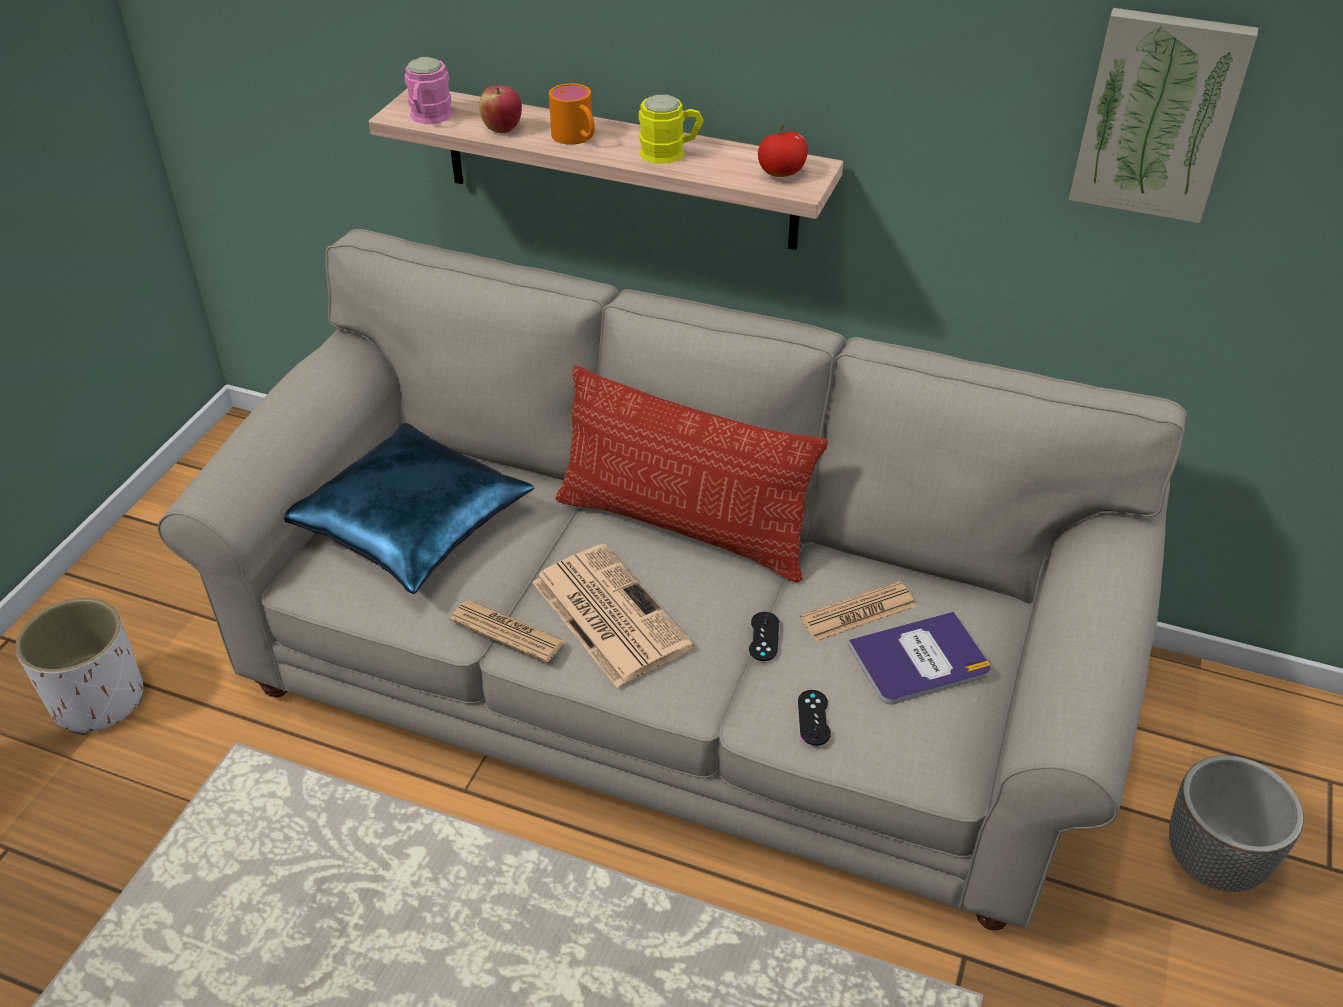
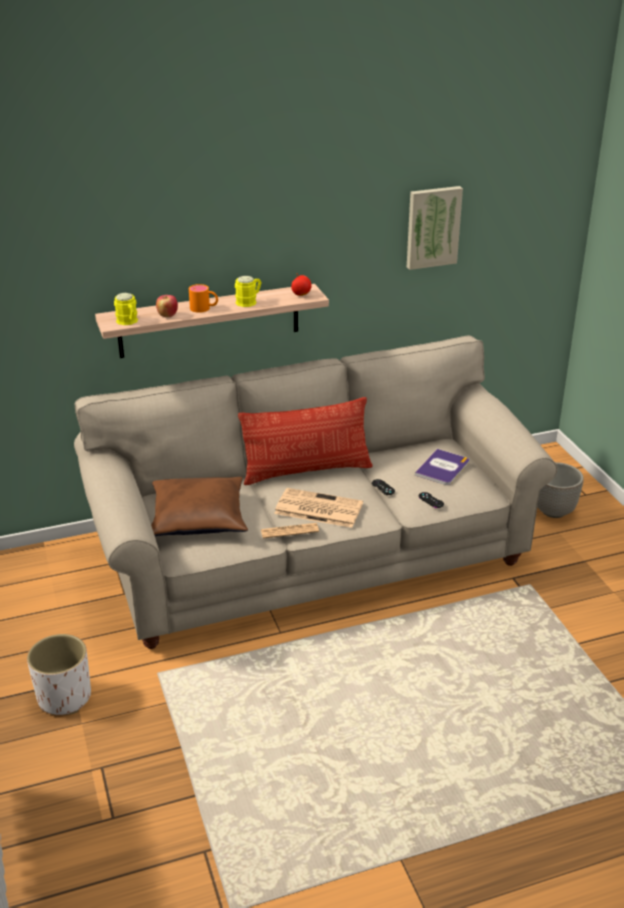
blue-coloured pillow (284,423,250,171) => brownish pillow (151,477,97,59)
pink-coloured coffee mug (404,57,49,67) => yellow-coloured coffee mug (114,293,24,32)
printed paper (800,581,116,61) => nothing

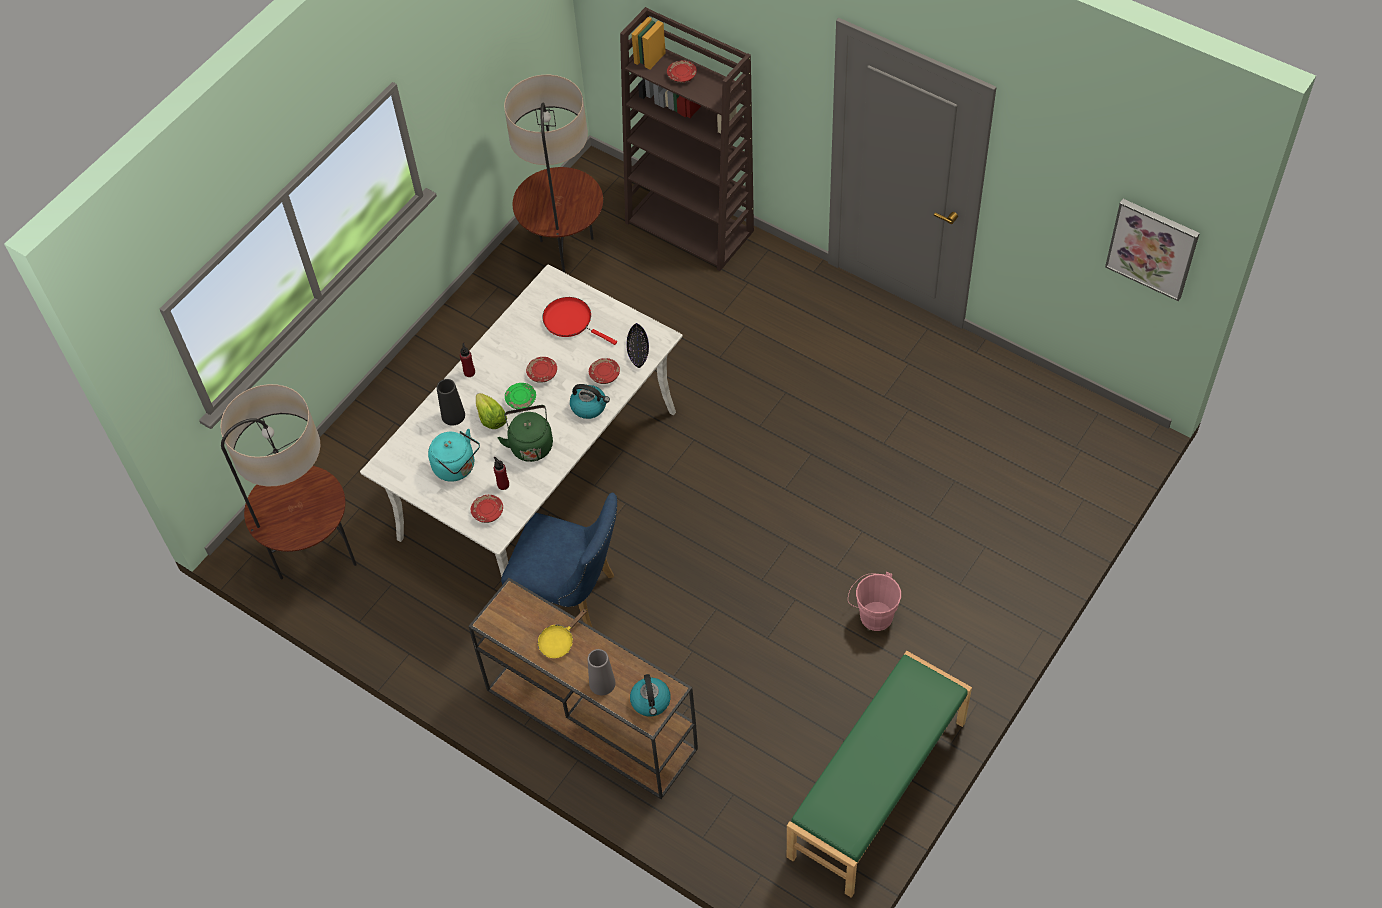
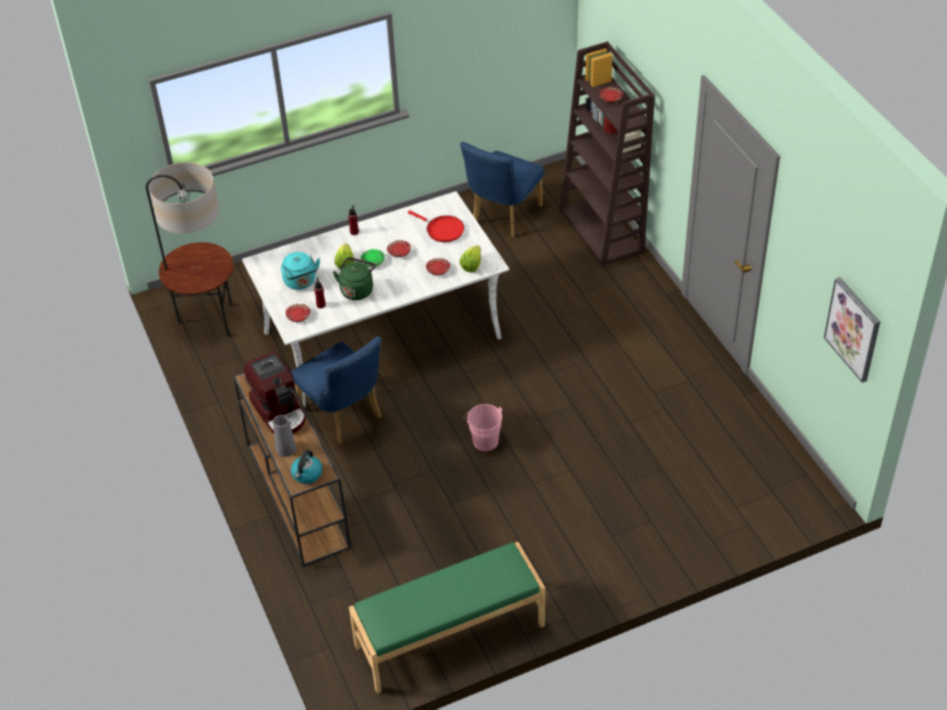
blackish flower vase (437,379,28,47) => nothing
standing lamp (504,75,99,198) => blue-coloured plain chair (460,142,84,95)
yellow-coloured frying pan (538,609,49,49) => coffee maker (244,351,62,83)
reddish frying pan (542,297,75,48) => reddish frying pan (408,210,56,32), 150 degrees clockwise
water kettle (570,384,40,35) => nothing
blackish serving bowl (626,323,23,45) => head of lettuce (459,245,22,27)
pink-coloured pail (848,572,53,59) => pink-coloured pail (464,404,38,47), shifted

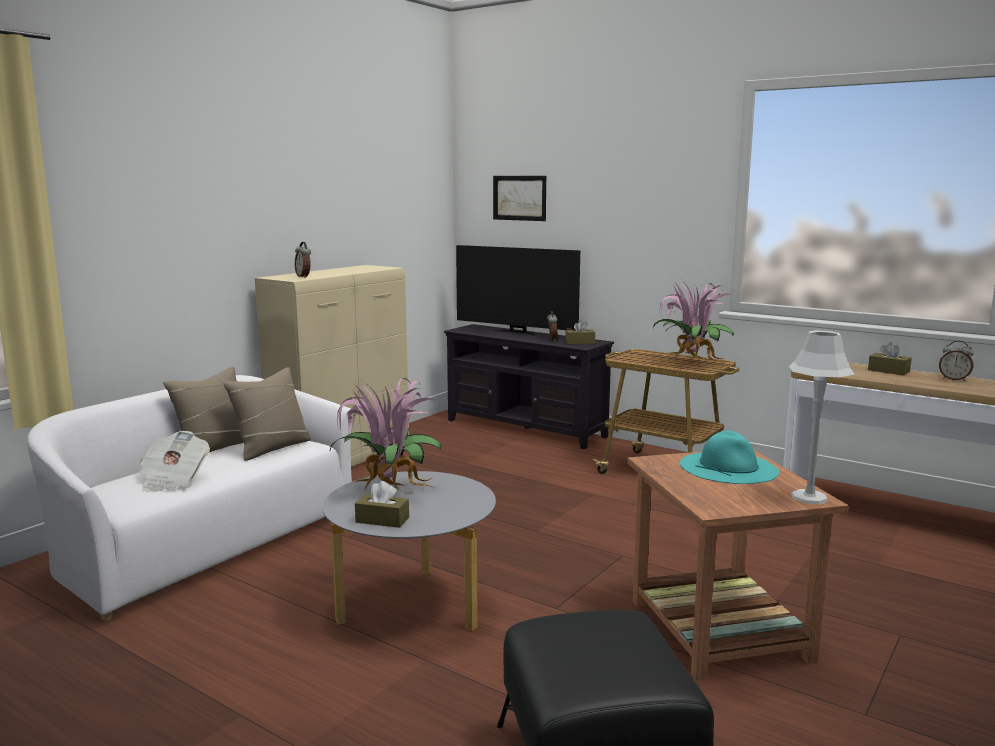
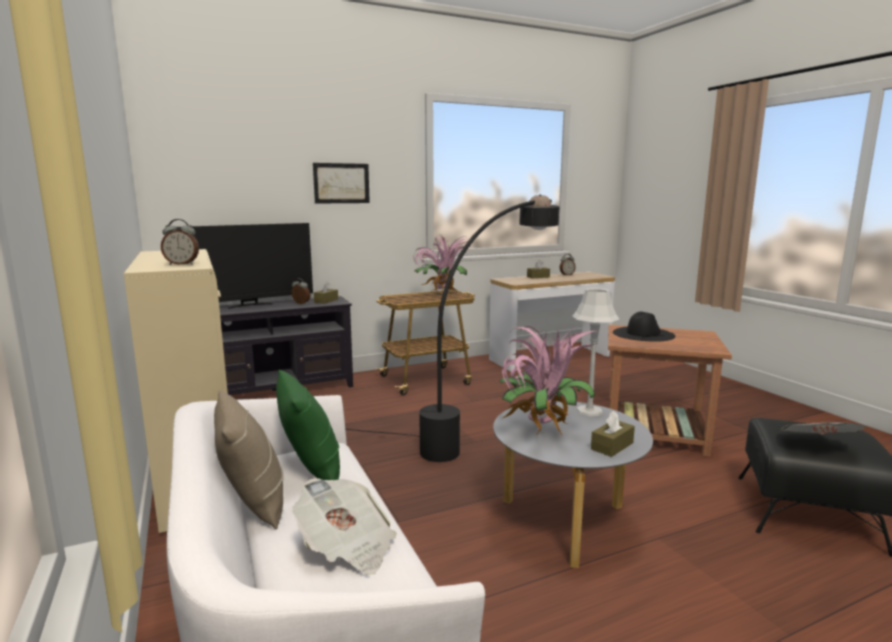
beige pillow (223,367,88,94) => green-coloured pillow (276,369,64,111)
picture (493,176,53,45) => picture (313,163,57,41), shifted
turquoise-coloured hat (680,431,99,53) => blackish hat (613,312,62,30)
greyish tabletop lamp (789,331,65,173) => greyish tabletop lamp (572,288,47,128), shifted
nothing => blackish standing lamp (243,195,316,267)
nothing => printed paper (781,423,86,12)

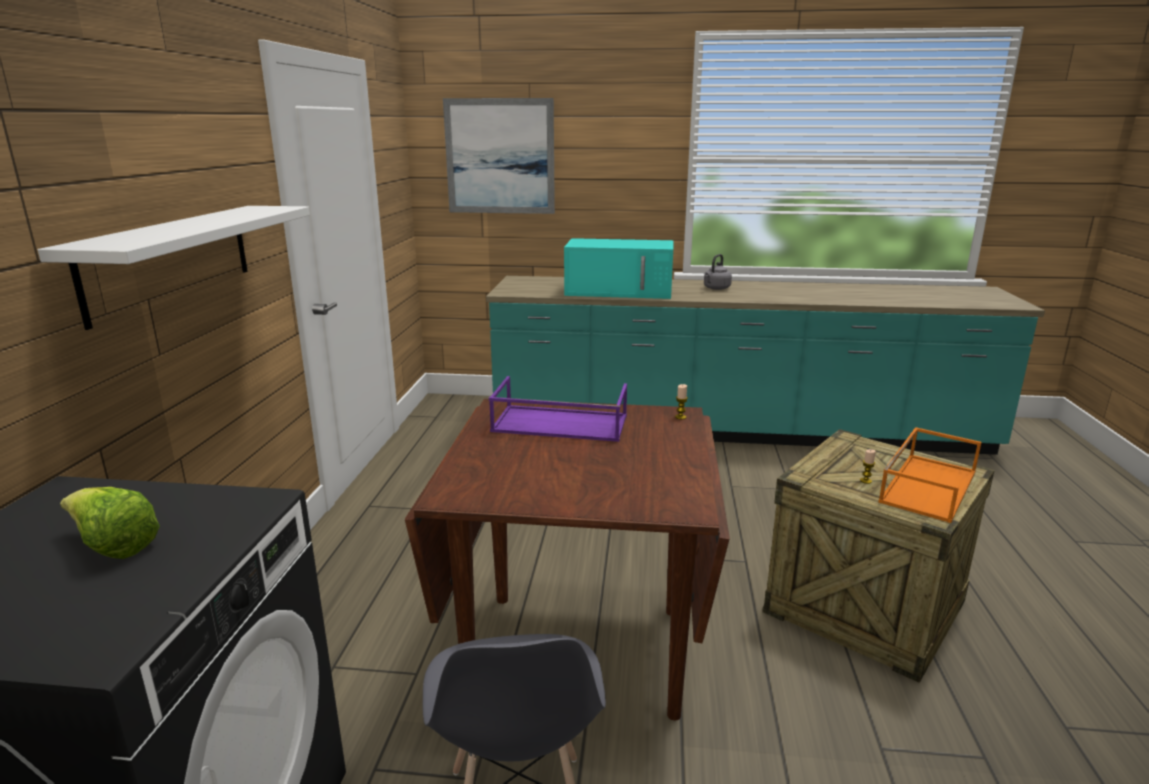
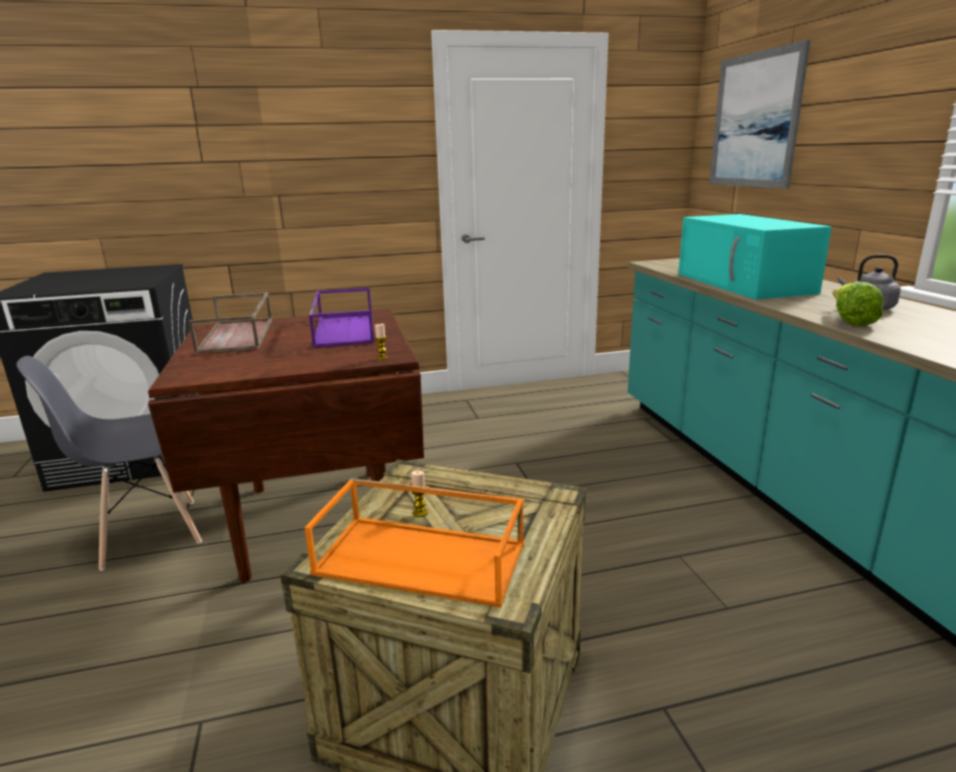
whitish bracket shelf (38,206,272,124) => nothing
head of lettuce (60,487,100,72) => head of lettuce (832,282,52,44), shifted
nothing => brownish serving tray (189,292,83,62)

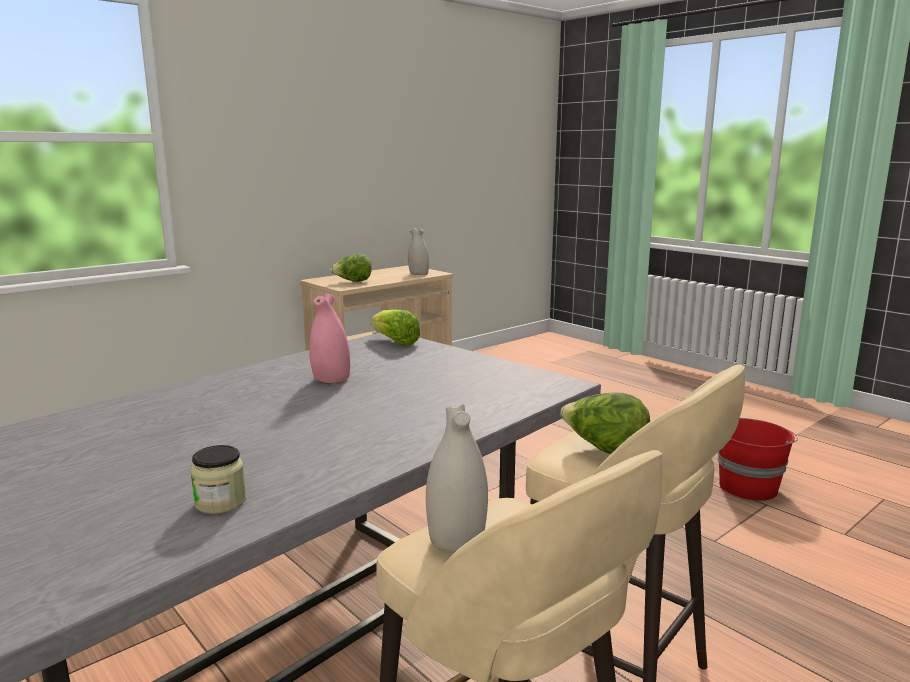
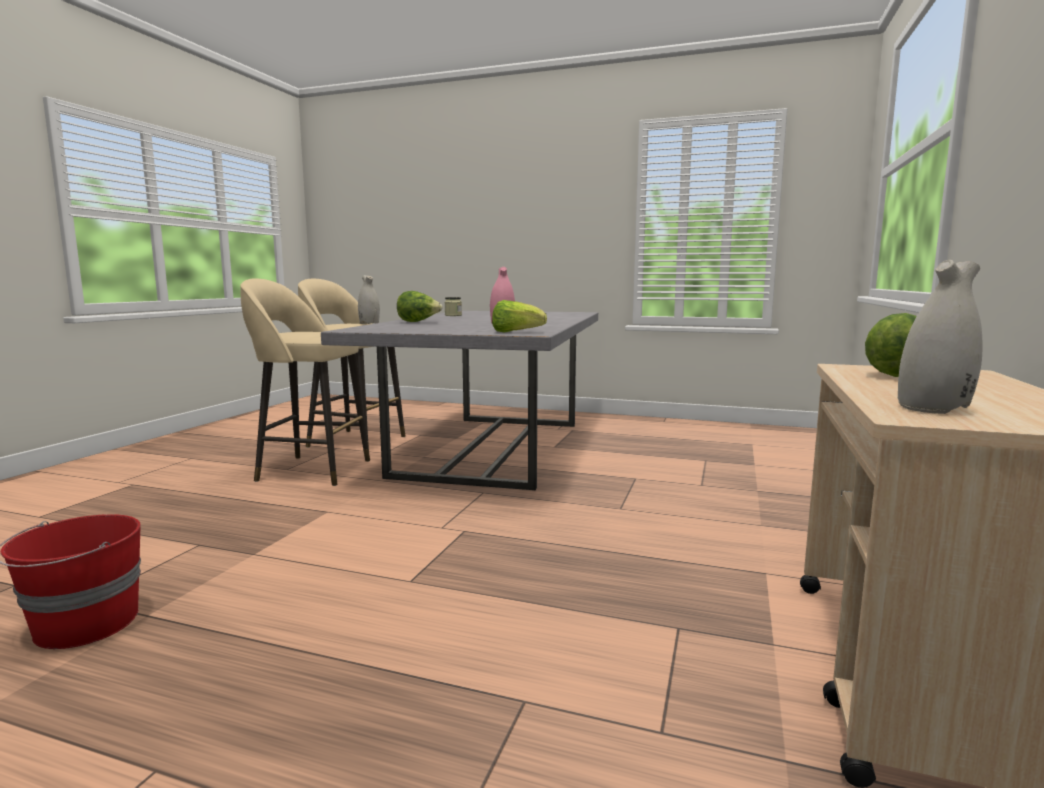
head of lettuce (561,393,89,61) => head of lettuce (397,291,46,31), shifted

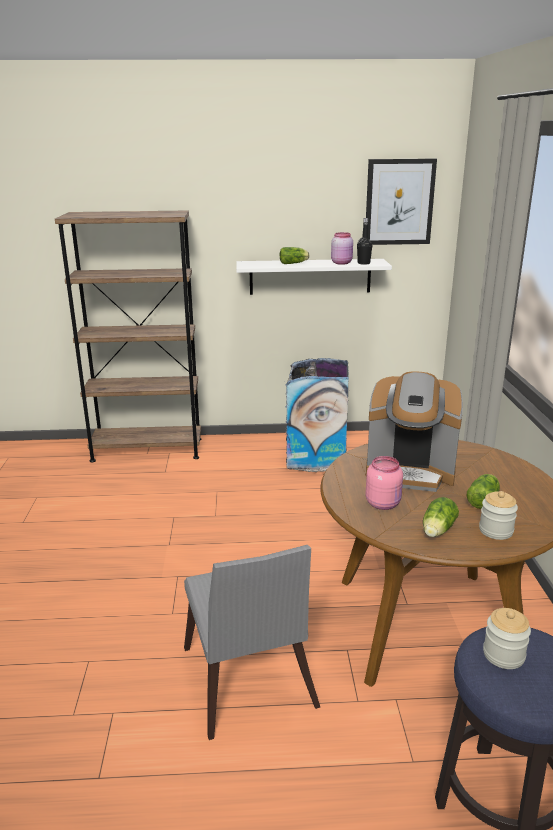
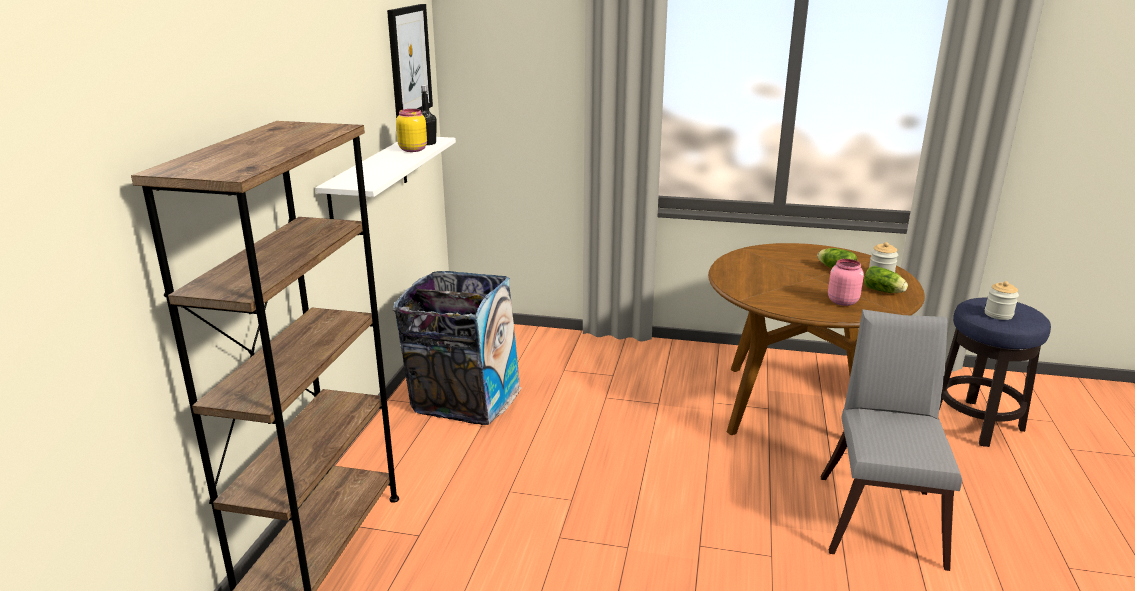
greyish plain chair (184,545,136,195) => greyish plain chair (820,309,142,262), 75 degrees counterclockwise
head of lettuce (280,247,29,17) => nothing
pink-coloured storage jar (331,232,22,33) => yellow-coloured storage jar (396,109,31,43)
coffee maker (366,371,97,121) => nothing

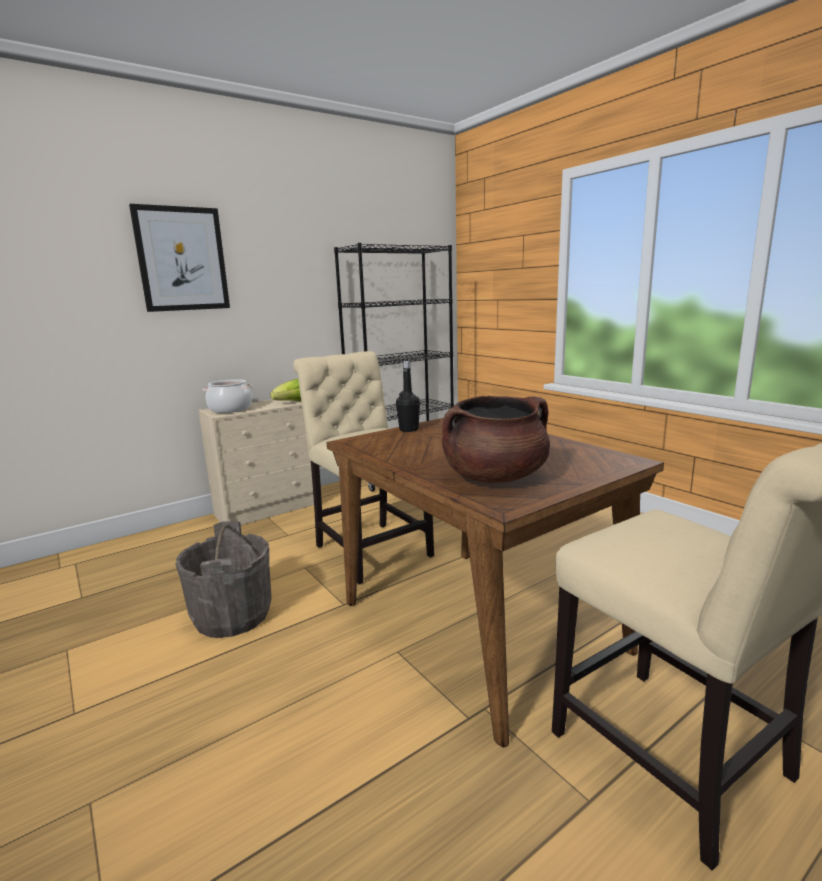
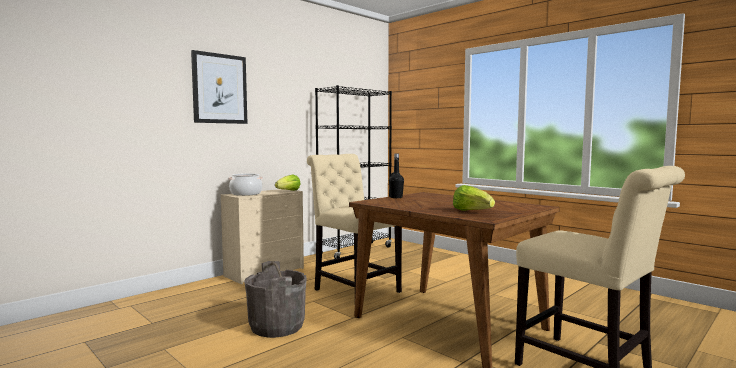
brownish stockpot (442,396,108,87) => head of lettuce (453,185,42,26)

